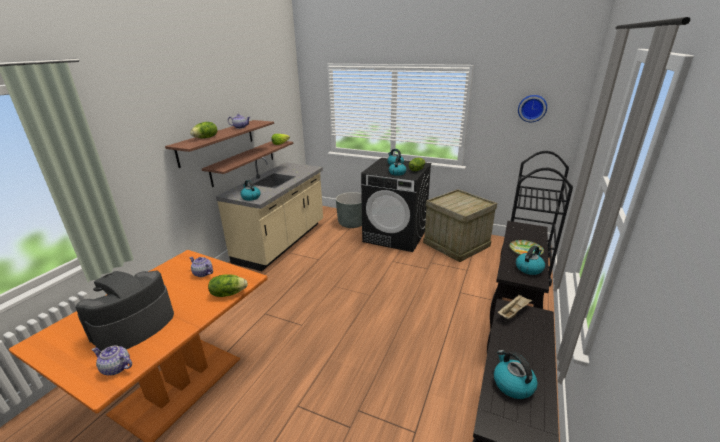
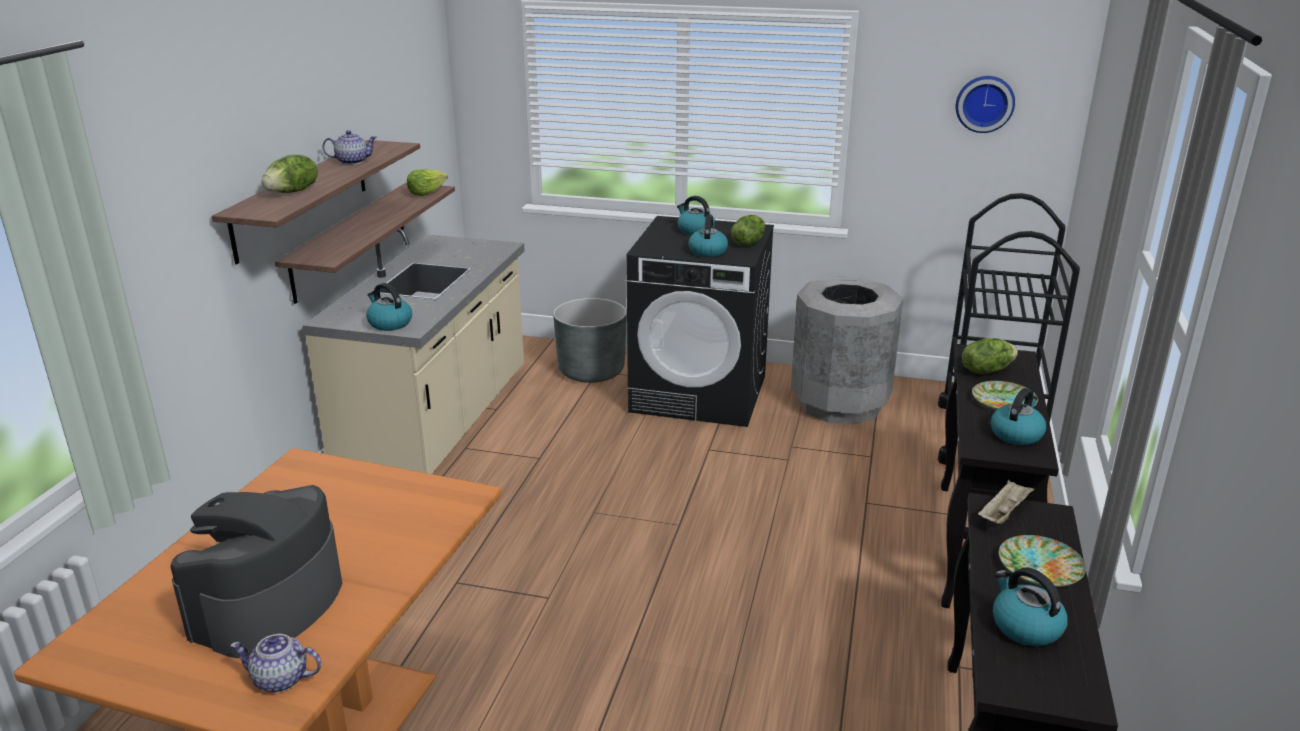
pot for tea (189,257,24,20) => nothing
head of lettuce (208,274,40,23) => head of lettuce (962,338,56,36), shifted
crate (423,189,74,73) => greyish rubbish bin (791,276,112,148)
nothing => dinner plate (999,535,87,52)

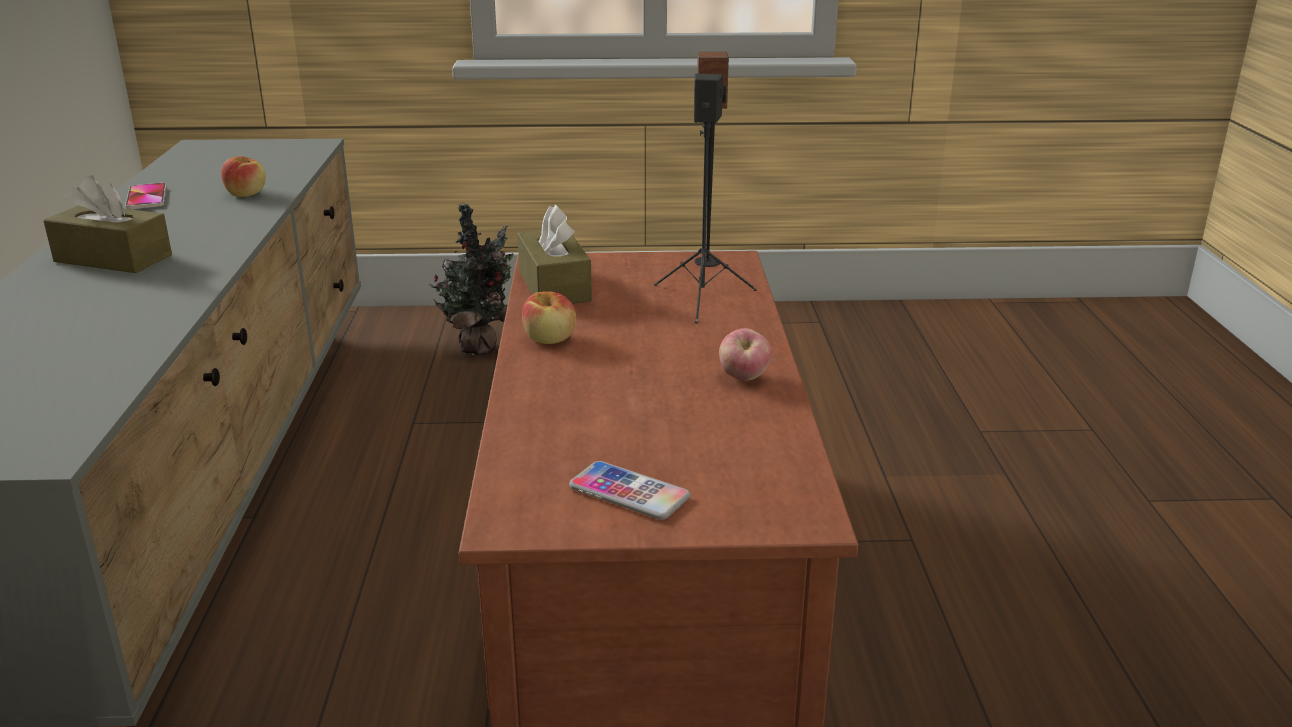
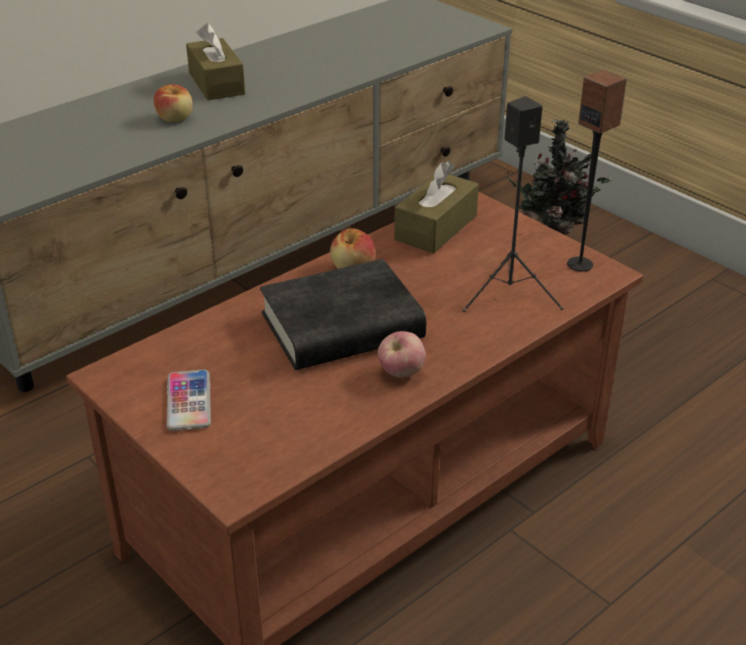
phone (125,183,41,27) => nothing
whole apple (221,156,45,41) => whole apple (154,84,39,38), shifted
nothing => blackish bound book (260,259,166,111)

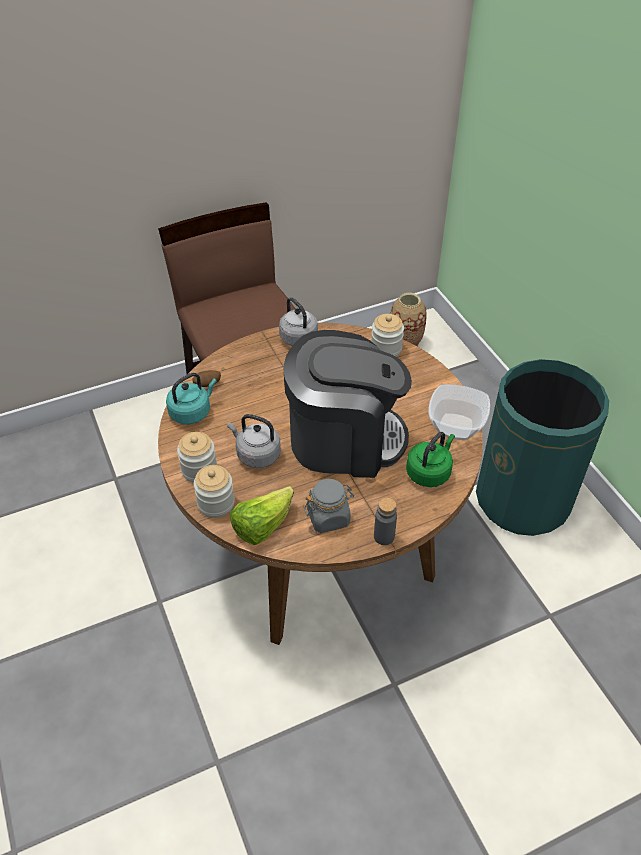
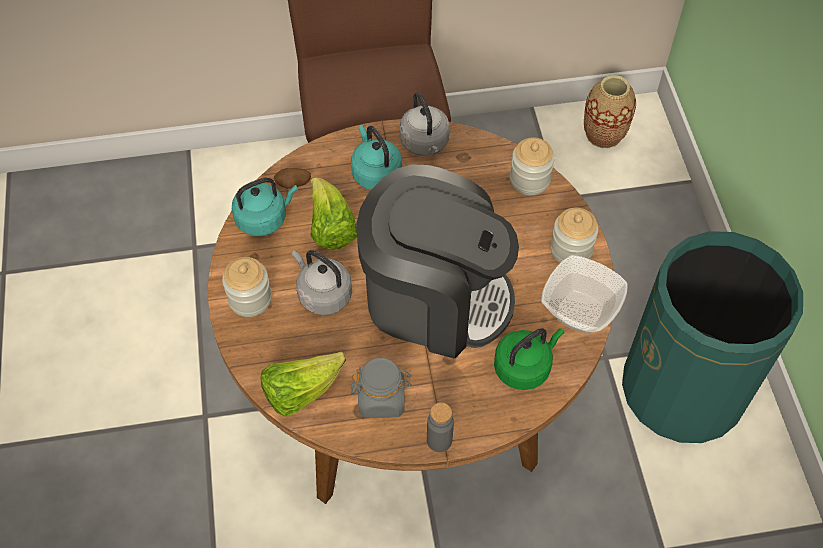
storage jar (194,465,41,53) => storage jar (550,207,48,56), shifted
nothing => head of lettuce (310,177,47,73)
nothing => turquoise-coloured water kettle (351,125,51,65)

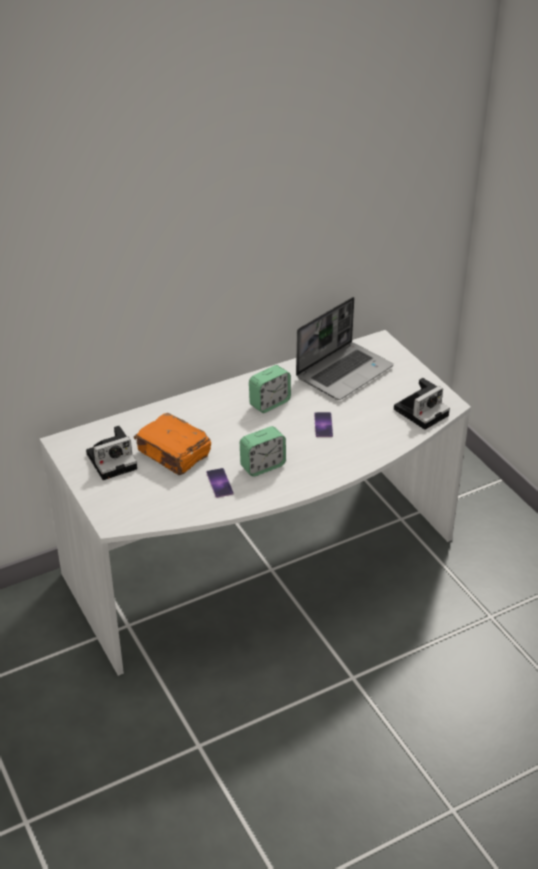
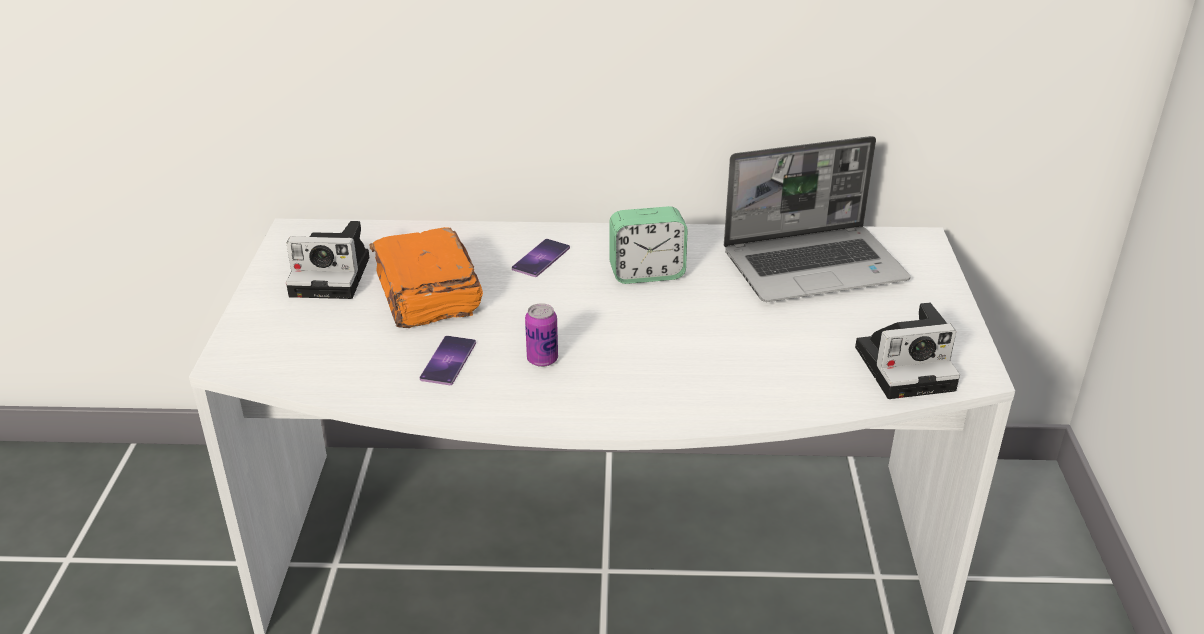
alarm clock (240,426,46,51) => can (525,303,33,64)
phone (314,412,19,25) => phone (512,239,58,38), shifted

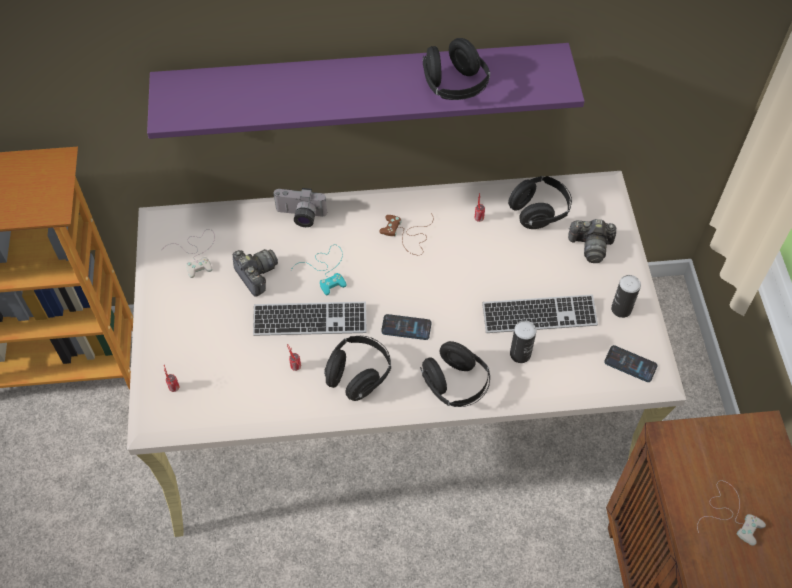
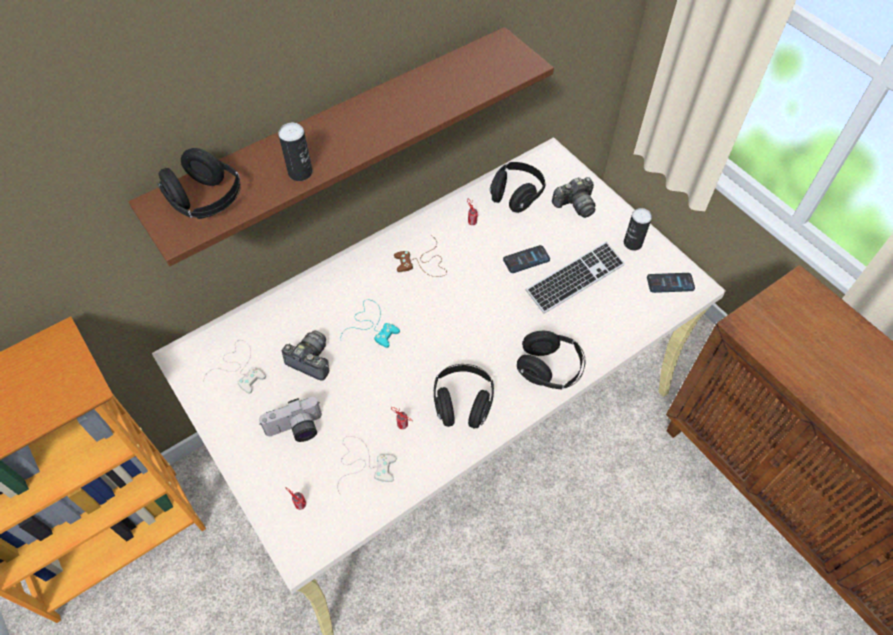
purple-coloured bracket shelf (147,43,438,96) => brownish bracket shelf (129,27,425,239)
PC keyboard (253,302,114,34) => nothing
still camera (273,188,54,39) => still camera (259,397,63,45), shifted
phone (381,314,50,26) => phone (503,245,47,28), shifted
blackish pair of headphones (423,38,67,62) => blackish pair of headphones (157,148,84,71), shifted
can (510,321,27,42) => can (278,123,34,58), shifted
whitish gamepad (697,480,69,66) => whitish gamepad (337,436,60,59), shifted

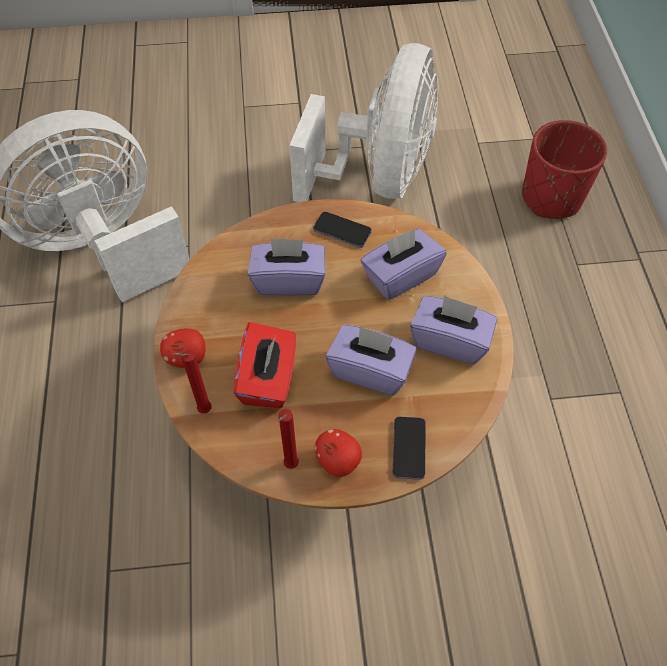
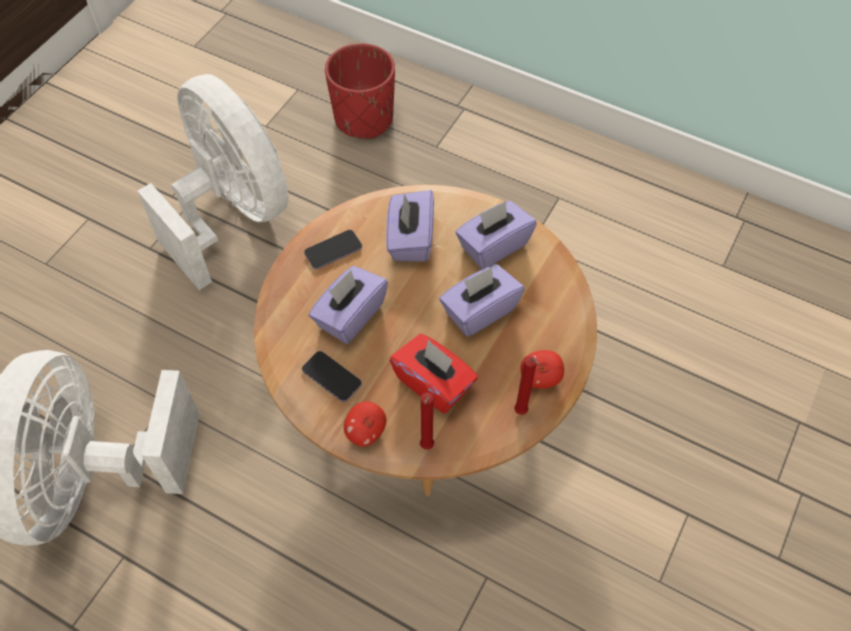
phone (393,416,33,64) => phone (302,351,60,51), shifted

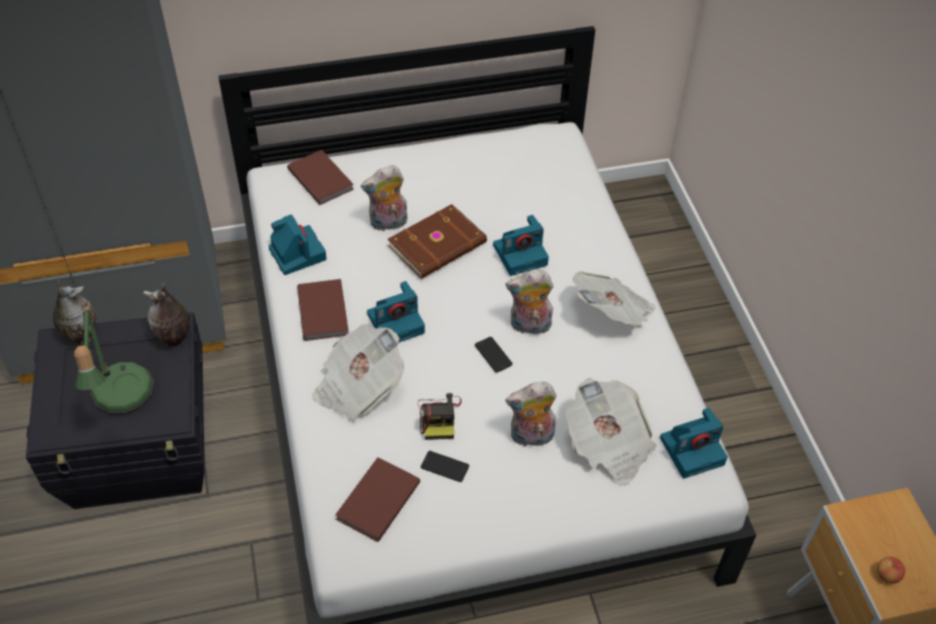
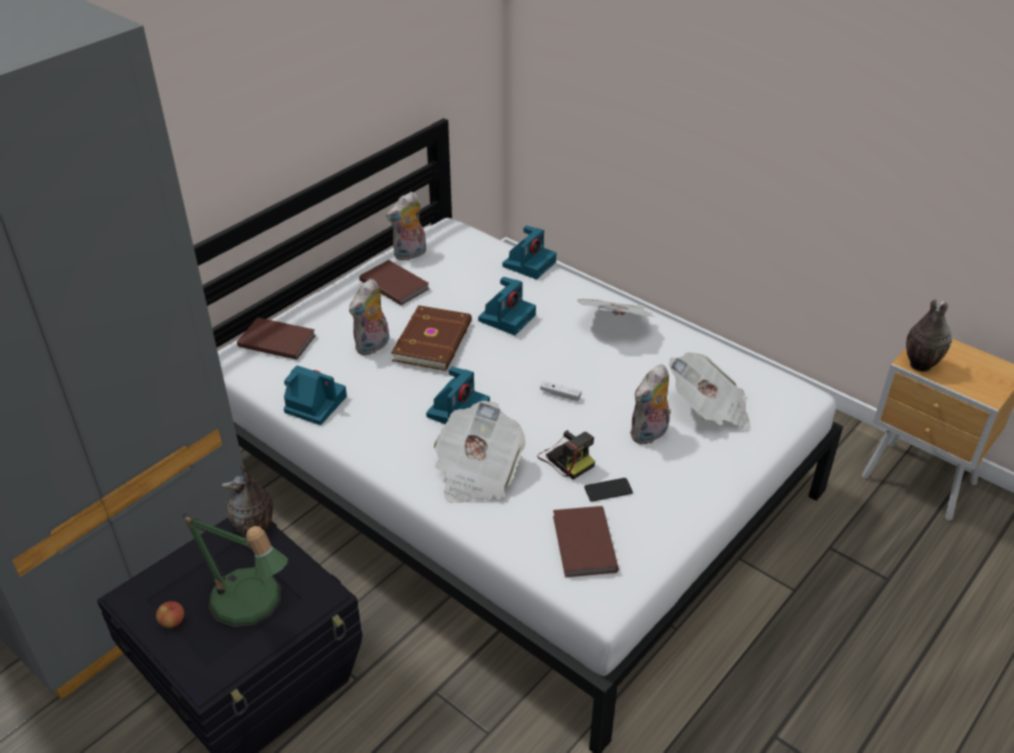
flower vase (53,279,43,65) => flower vase (906,299,46,73), shifted
brownish bound book (297,279,52,62) => brownish bound book (359,260,70,45), shifted
phone (475,337,38,36) => whitish gamepad (540,381,41,20)
soft toy (506,270,48,65) => soft toy (386,192,40,68), shifted
still camera (660,408,68,71) => still camera (502,226,55,53), shifted
whole apple (877,557,28,27) => whole apple (156,601,28,27), shifted

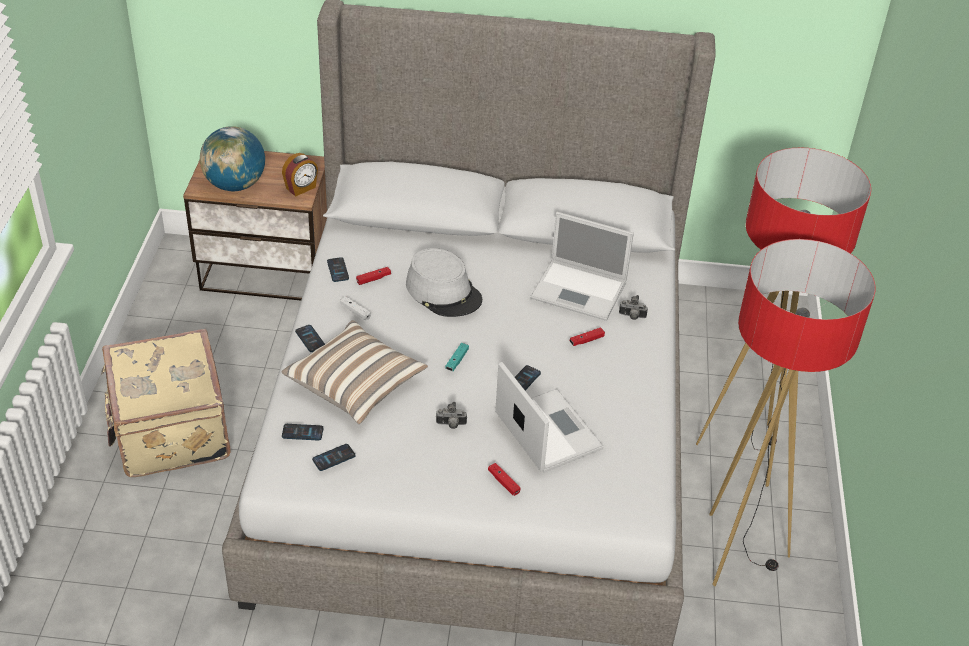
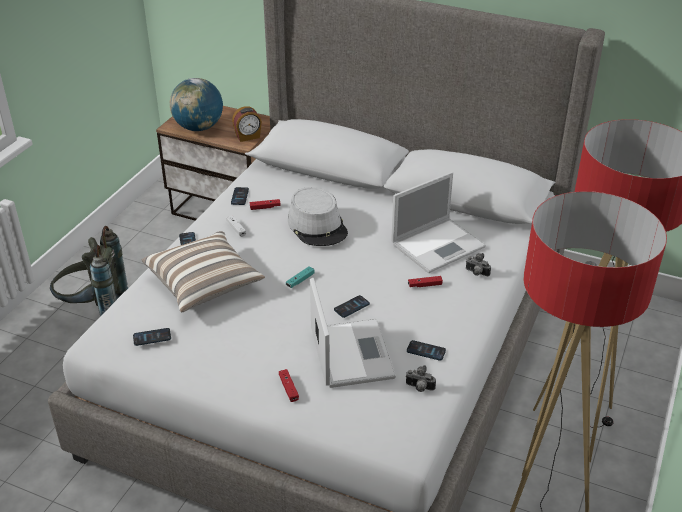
beige piece of luggage (101,329,129,148) => greyish rucksack (50,226,78,91)
phone (282,424,41,16) => phone (407,340,39,21), shifted
still camera (436,402,31,27) => still camera (405,365,31,27), shifted
laptop (530,212,104,109) => laptop (391,172,95,101), 75 degrees counterclockwise

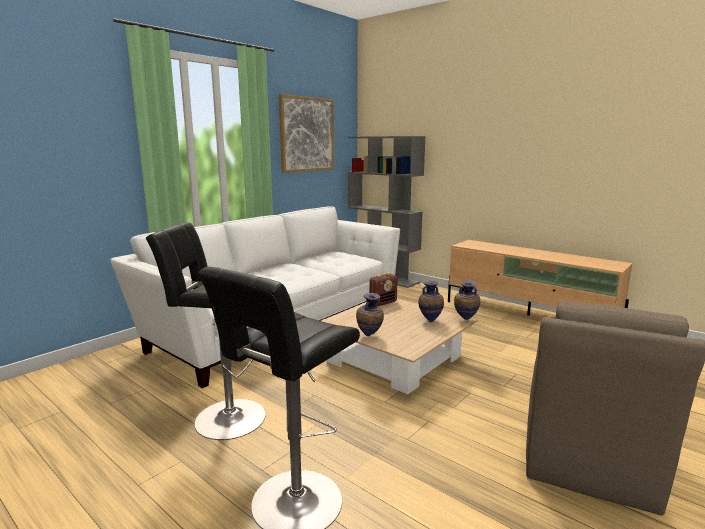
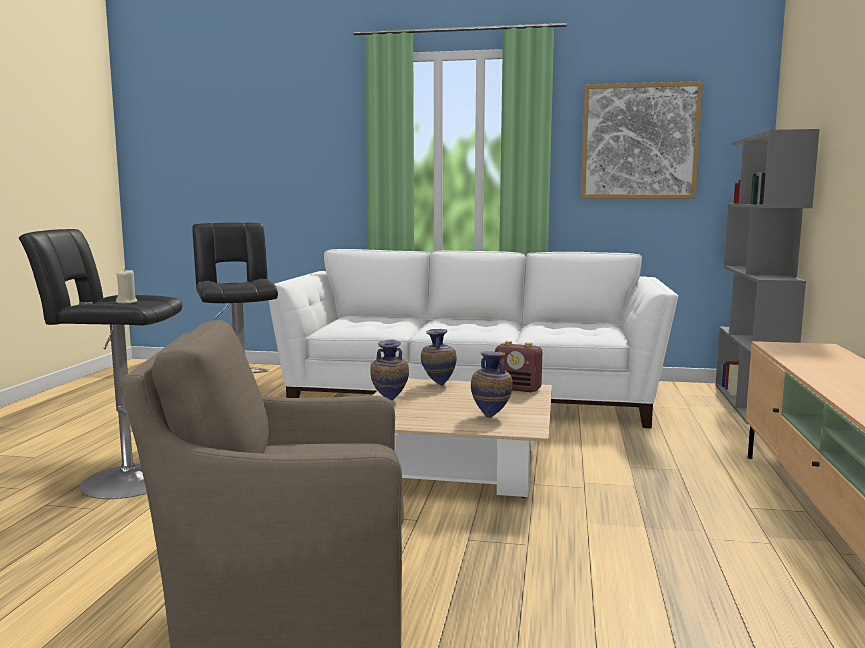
flower vase (454,280,26,40) => flower vase (421,329,36,57), shifted
nothing => beige wax light (116,269,21,35)

